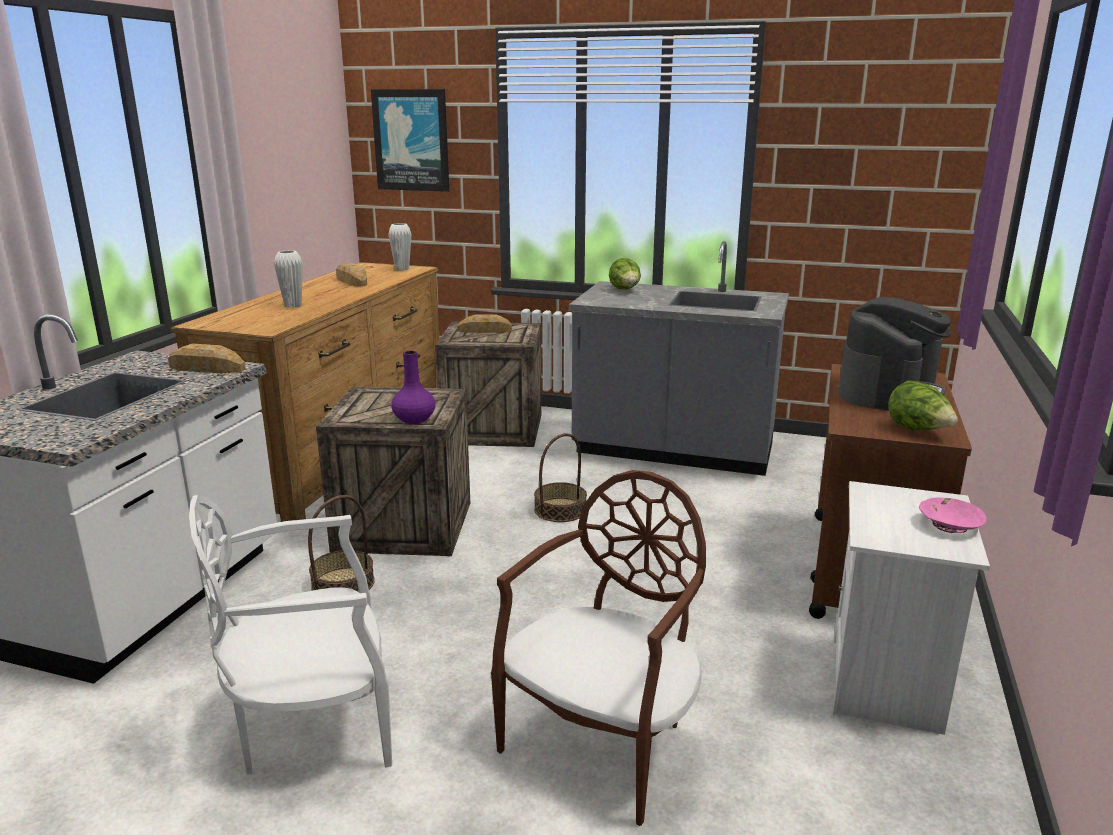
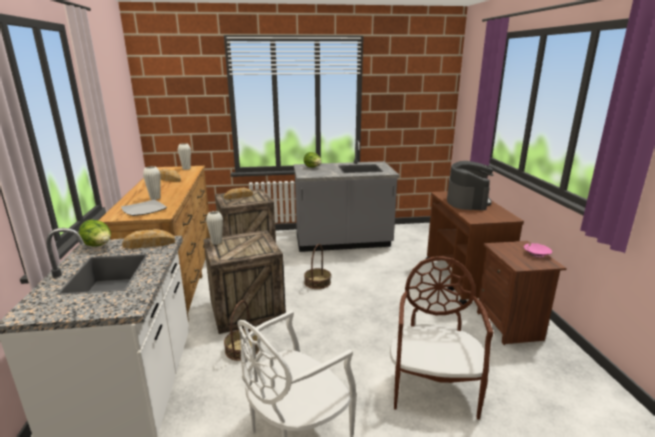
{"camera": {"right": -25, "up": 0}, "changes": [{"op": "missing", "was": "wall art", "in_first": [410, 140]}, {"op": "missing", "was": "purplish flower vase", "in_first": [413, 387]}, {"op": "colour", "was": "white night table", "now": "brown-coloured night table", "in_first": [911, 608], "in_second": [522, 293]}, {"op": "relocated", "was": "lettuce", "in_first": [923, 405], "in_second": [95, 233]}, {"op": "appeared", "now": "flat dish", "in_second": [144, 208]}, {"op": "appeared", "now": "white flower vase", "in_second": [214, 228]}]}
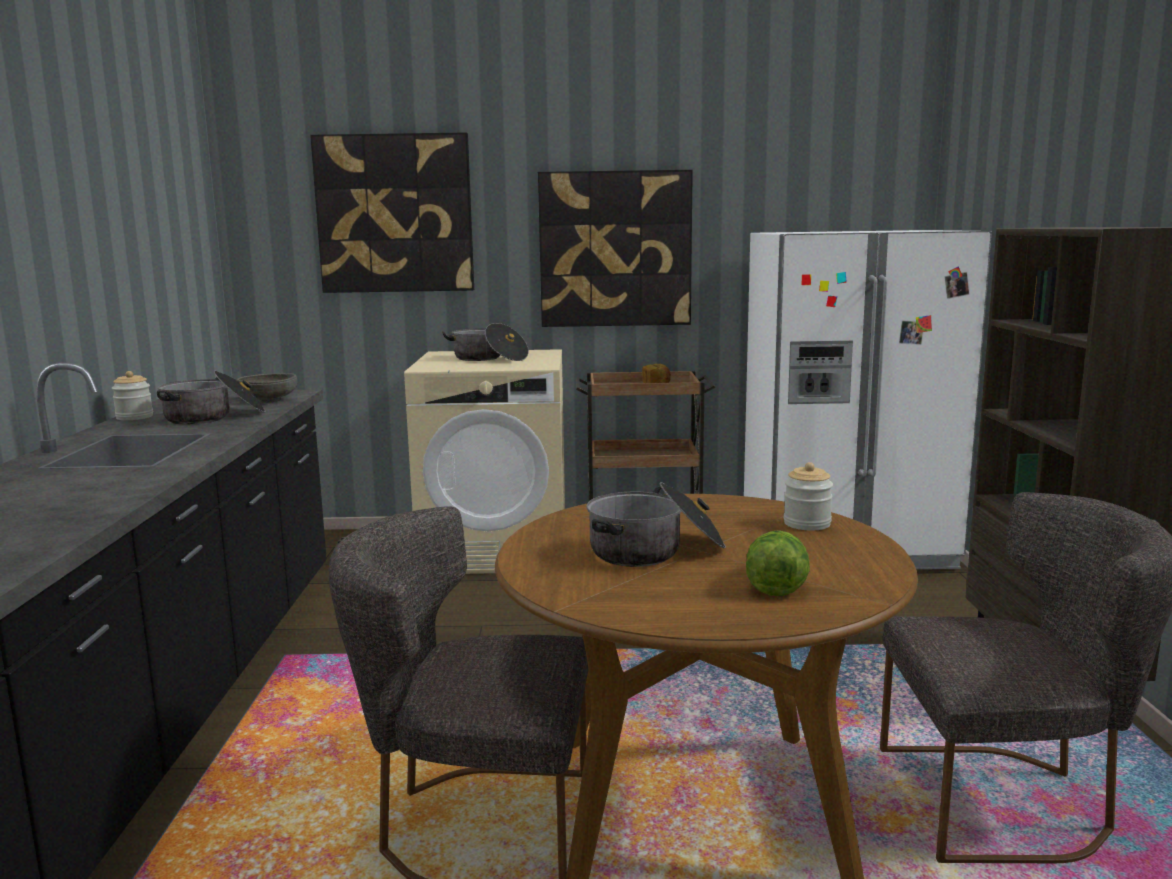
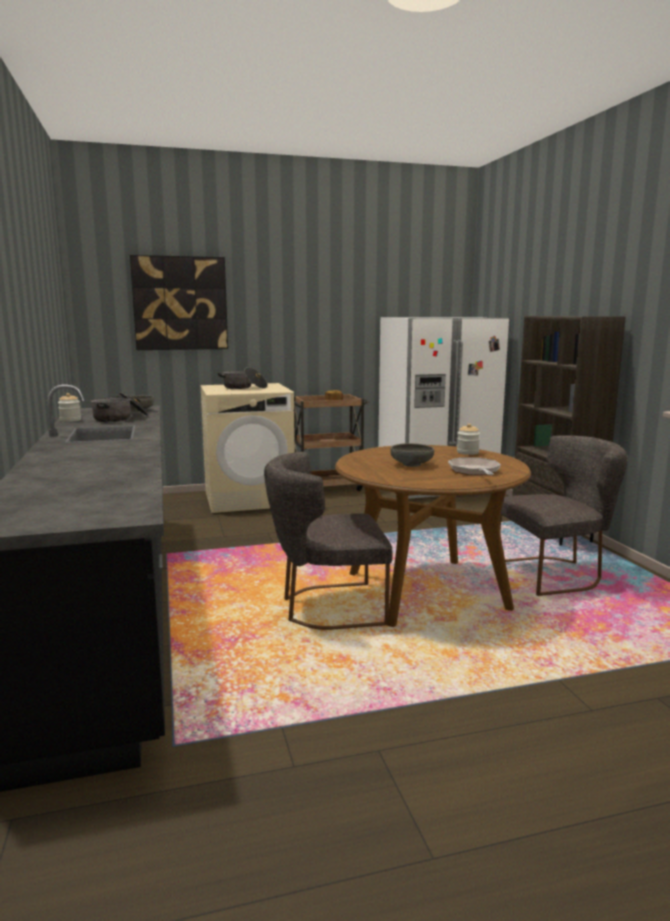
{"camera": {"right": -15, "up": 0}, "changes": [{"op": "missing", "was": "wall art", "in_first": [615, 248]}, {"op": "exchanged", "was": "saucepot", "now": "gray serving bowl", "in_first": [656, 524], "in_second": [412, 455]}, {"op": "exchanged", "was": "lettuce", "now": "skillet", "in_first": [778, 563], "in_second": [474, 466]}]}
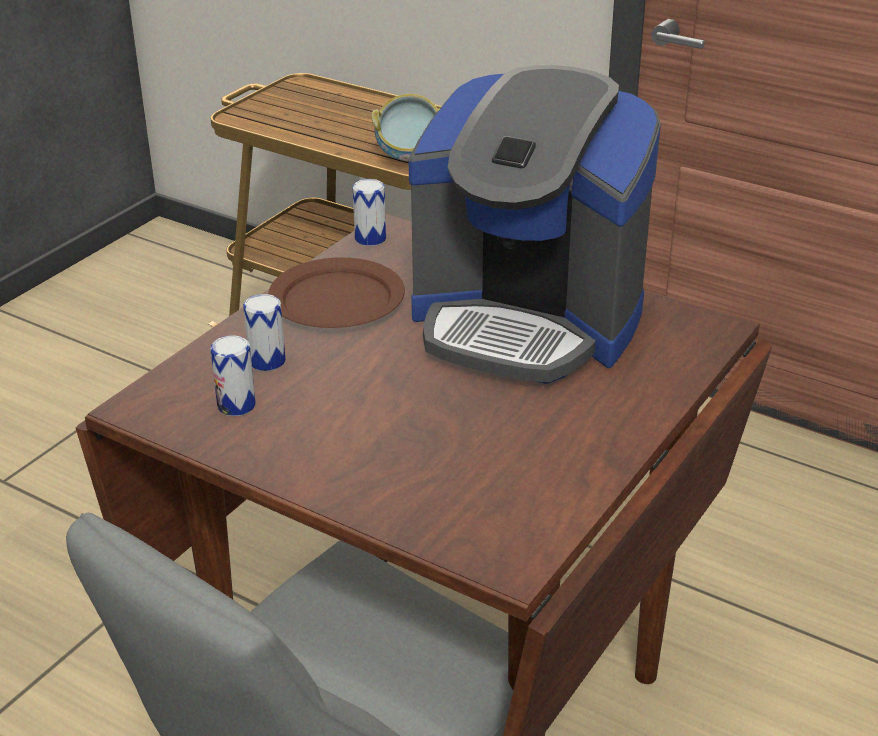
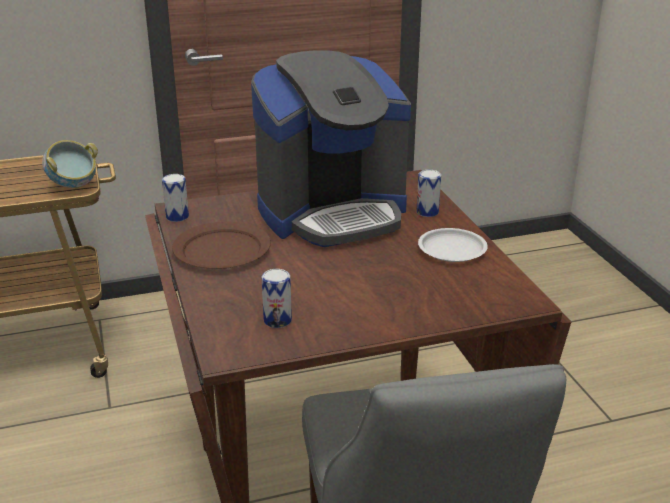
{"camera": {"right": -50, "up": -5}, "changes": [{"op": "relocated", "was": "can", "in_first": [264, 332], "in_second": [428, 193]}, {"op": "appeared", "now": "white flat dish", "in_second": [453, 245]}]}
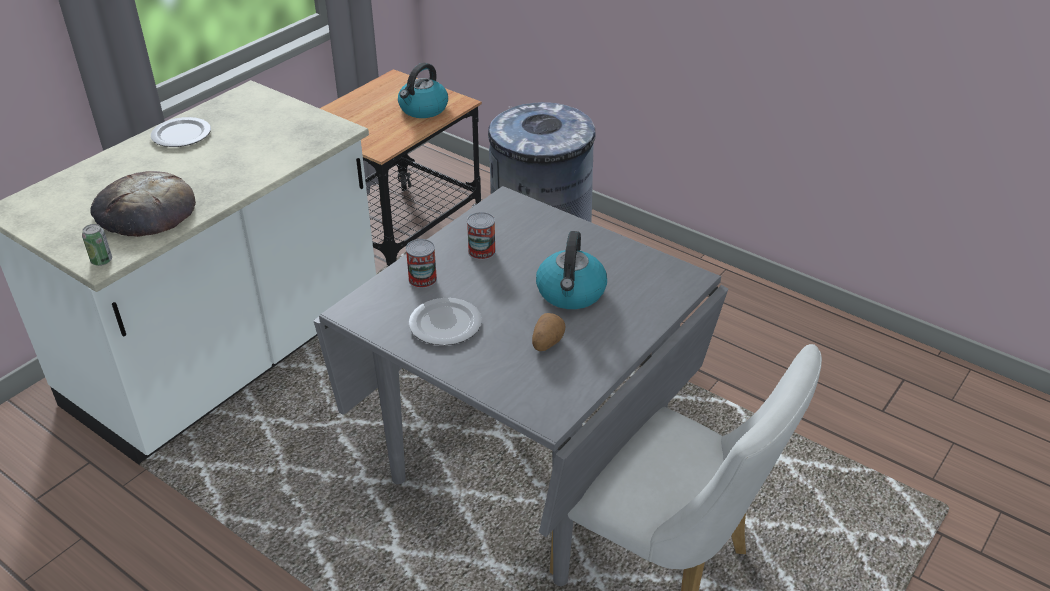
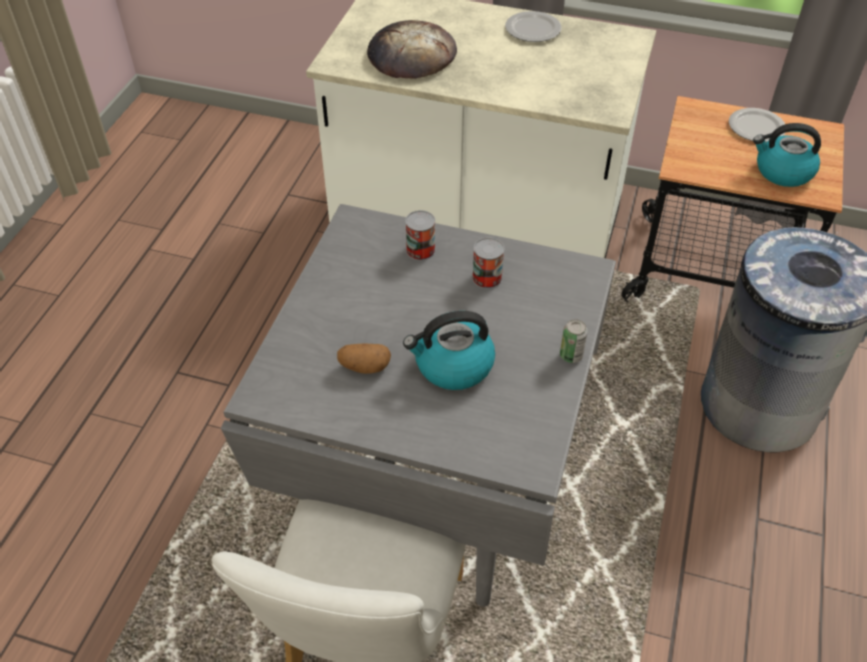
{"camera": {"right": 70, "up": 10}, "changes": [{"op": "relocated", "was": "can", "in_first": [97, 245], "in_second": [574, 341]}, {"op": "relocated", "was": "flat dish", "in_first": [445, 321], "in_second": [757, 125]}]}
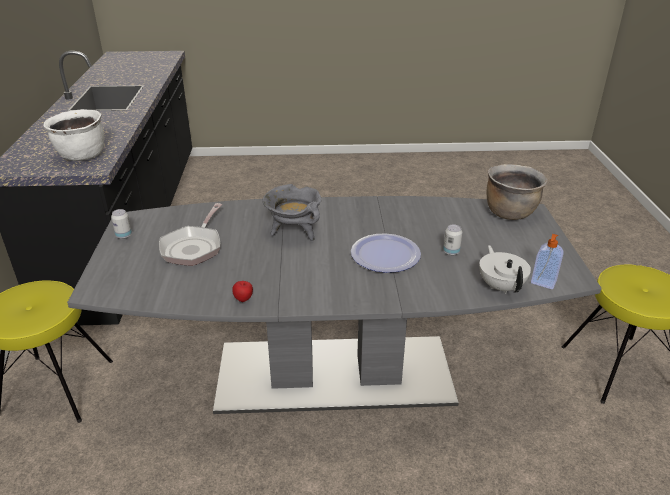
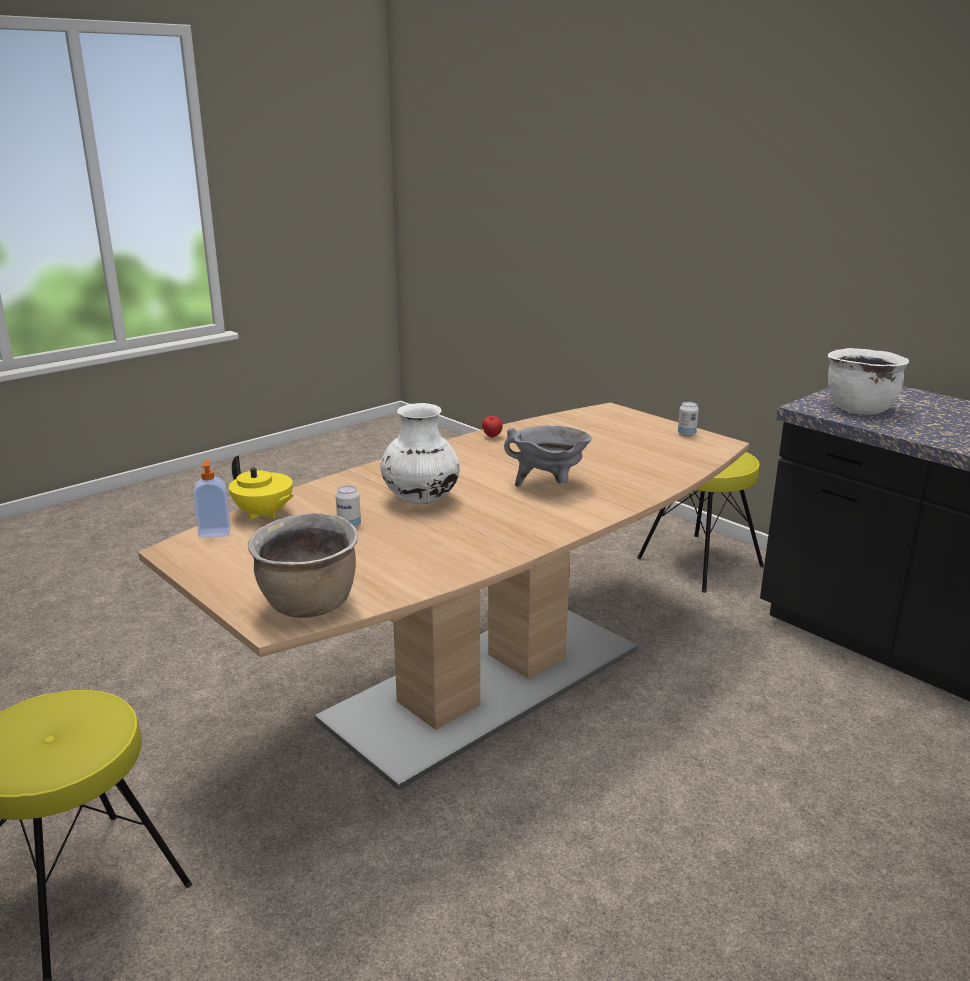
{"camera": {"right": 140, "up": -10}, "changes": [{"op": "colour", "was": "gray dining table", "now": "brown-coloured dining table", "in_first": [334, 305], "in_second": [443, 596]}, {"op": "missing", "was": "skillet", "in_first": [190, 234]}, {"op": "exchanged", "was": "flat dish", "now": "white flower vase", "in_first": [386, 253], "in_second": [420, 453]}, {"op": "colour", "was": "white tea pot", "now": "yellow tea pot", "in_first": [505, 269], "in_second": [261, 487]}]}
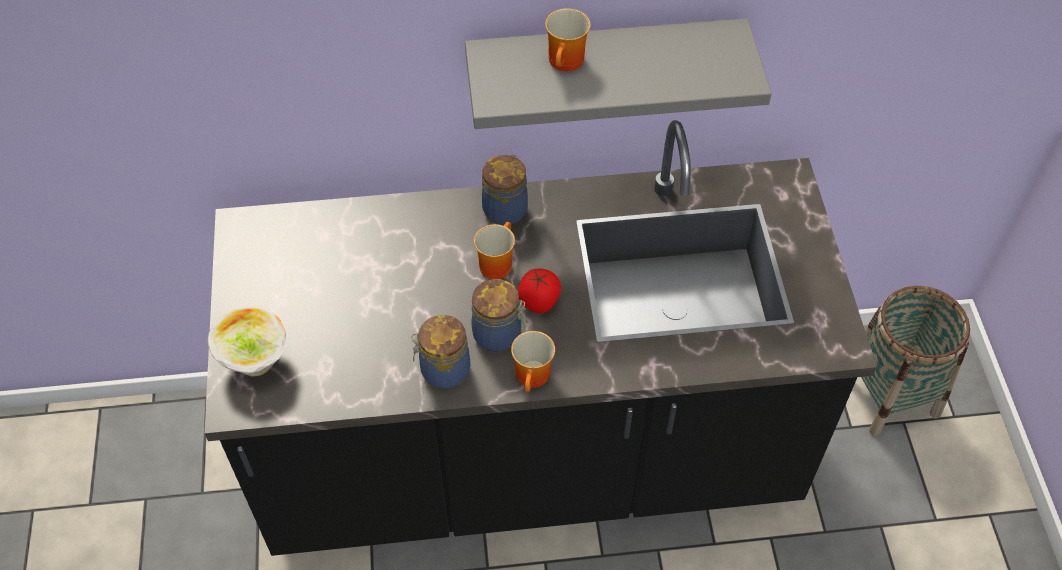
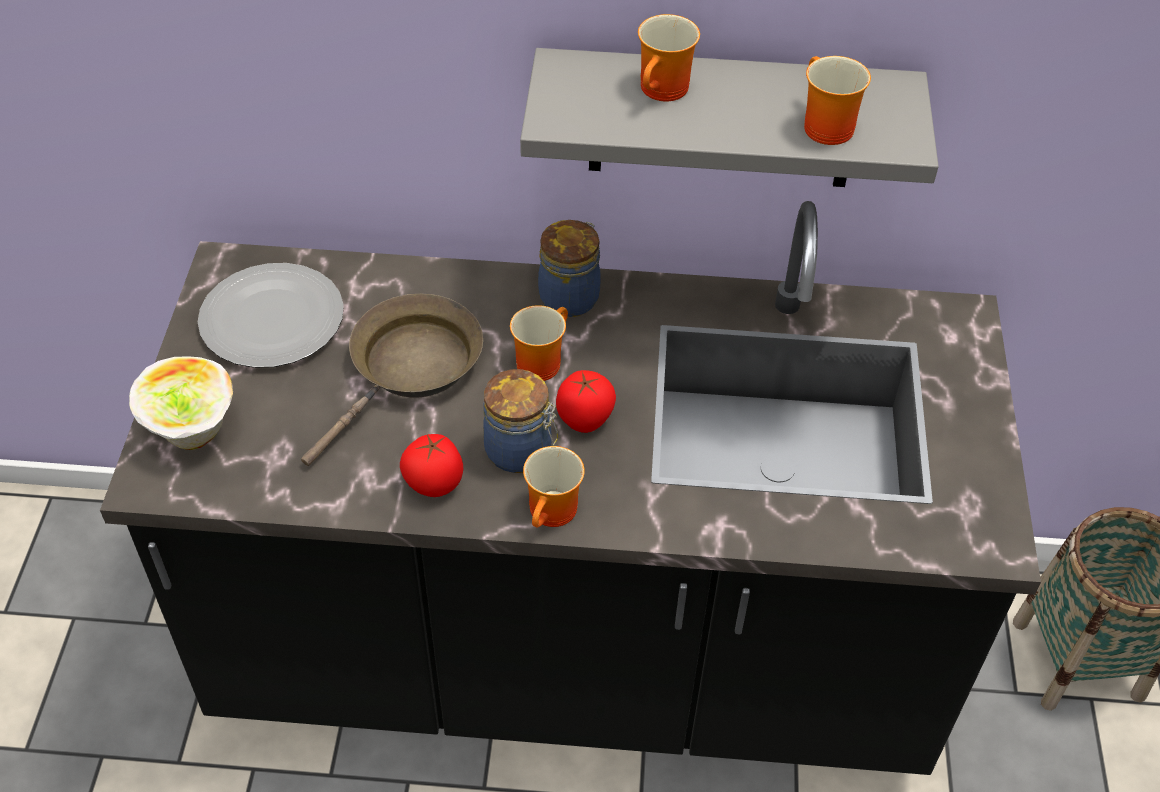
{"camera": {"right": 10, "up": -5}, "changes": [{"op": "exchanged", "was": "storage jar", "now": "fresh tomato", "in_first": [441, 352], "in_second": [431, 465]}, {"op": "appeared", "now": "flat dish", "in_second": [271, 315]}, {"op": "appeared", "now": "brown-coloured skillet", "in_second": [392, 380]}, {"op": "appeared", "now": "coffee mug", "in_second": [837, 100]}]}
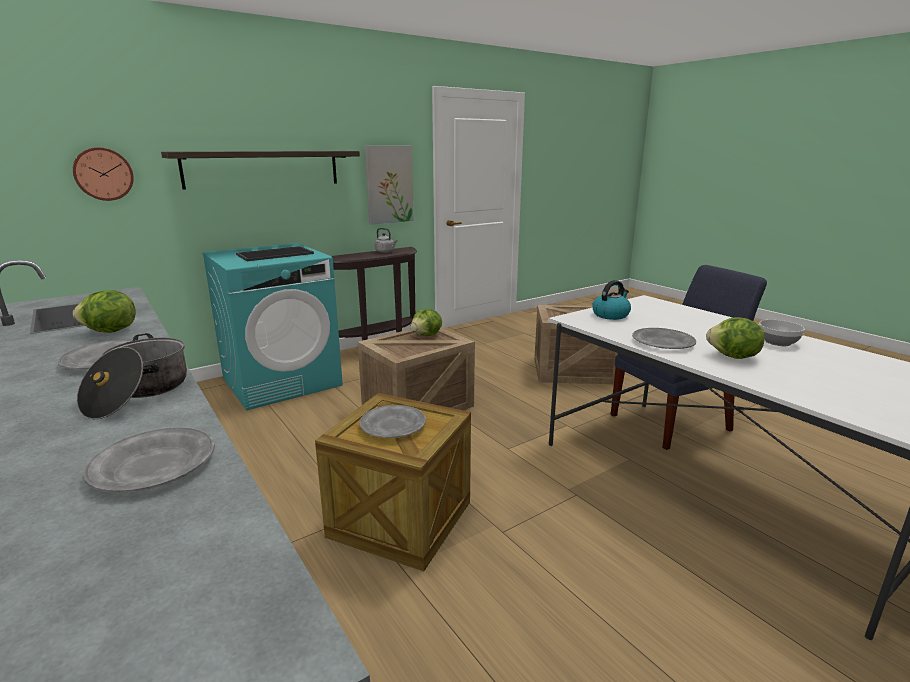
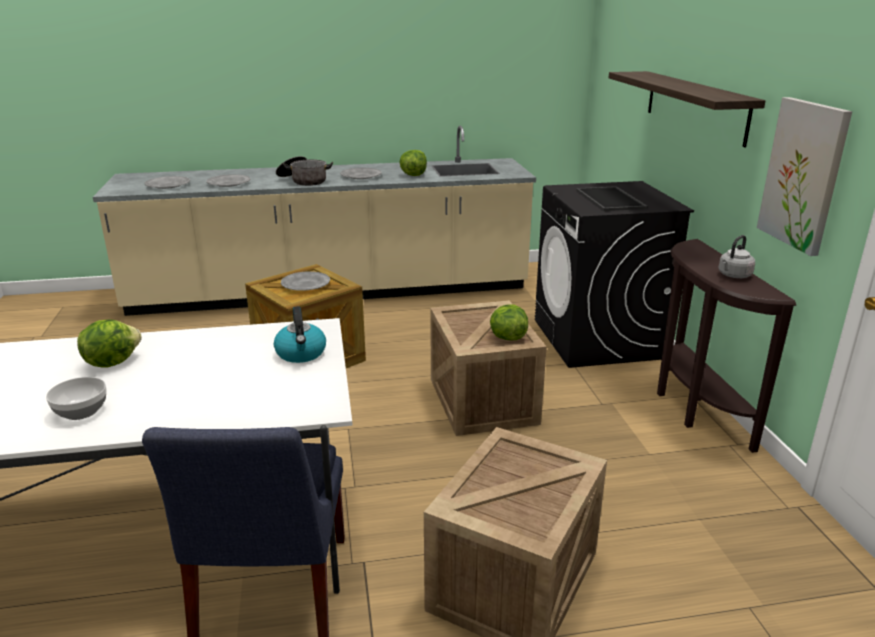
{"camera": {"right": 115, "up": 5}, "changes": [{"op": "missing", "was": "clock on the wall", "in_first": [103, 174]}, {"op": "colour", "was": "blue-green laundry machine", "now": "black laundry machine", "in_first": [272, 326], "in_second": [614, 274]}, {"op": "relocated", "was": "gray flat dish", "in_first": [664, 338], "in_second": [167, 182]}]}
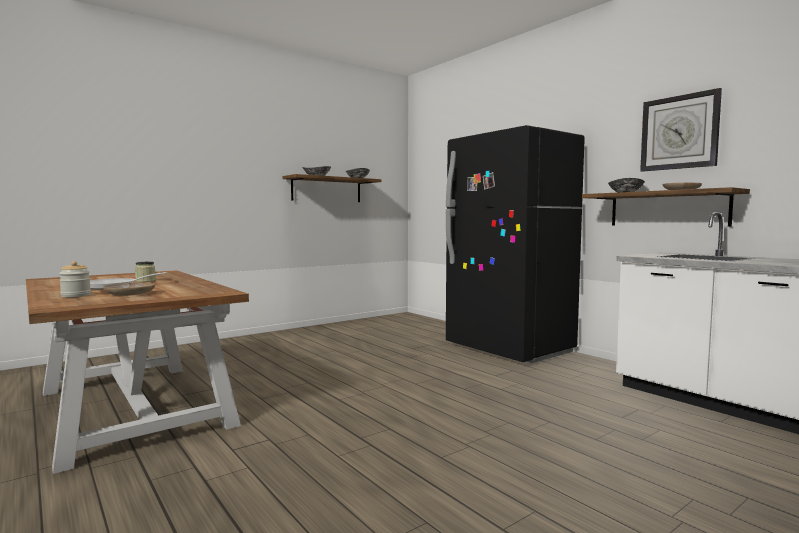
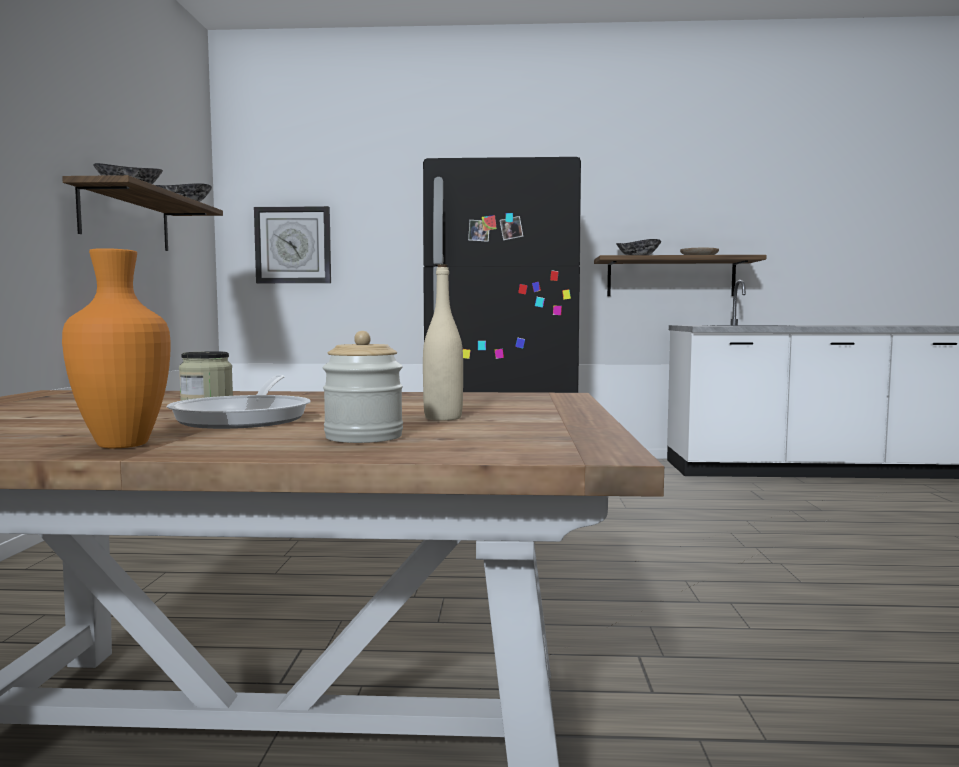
{"camera": {"right": -50, "up": 0}, "changes": [{"op": "exchanged", "was": "sand-coloured flat dish", "now": "sand-coloured beverage bottle", "in_first": [129, 289], "in_second": [443, 342]}, {"op": "relocated", "was": "clock on the wall", "in_first": [681, 130], "in_second": [292, 244]}, {"op": "appeared", "now": "orange flower vase", "in_second": [116, 348]}]}
